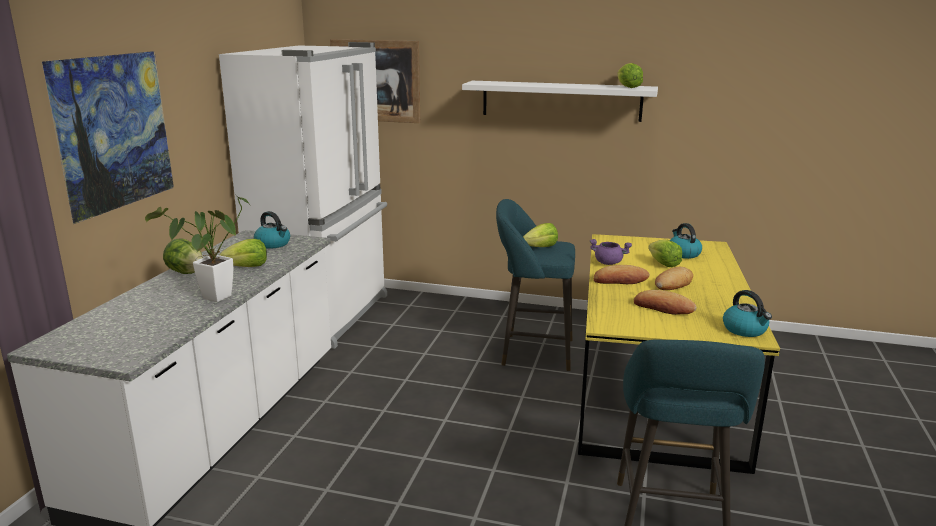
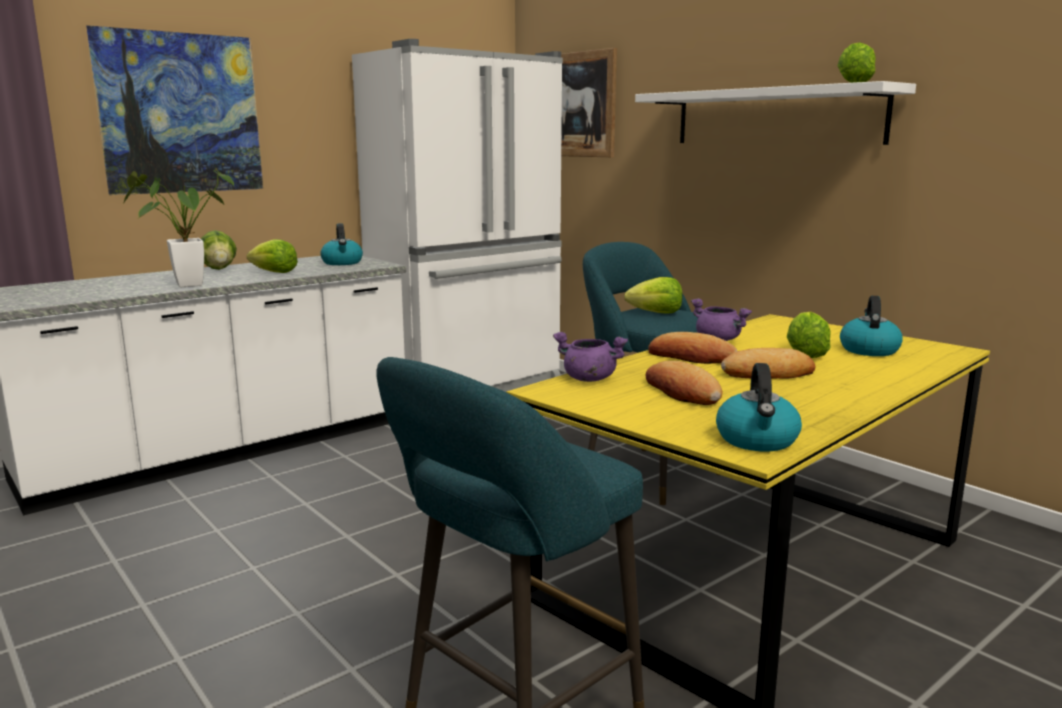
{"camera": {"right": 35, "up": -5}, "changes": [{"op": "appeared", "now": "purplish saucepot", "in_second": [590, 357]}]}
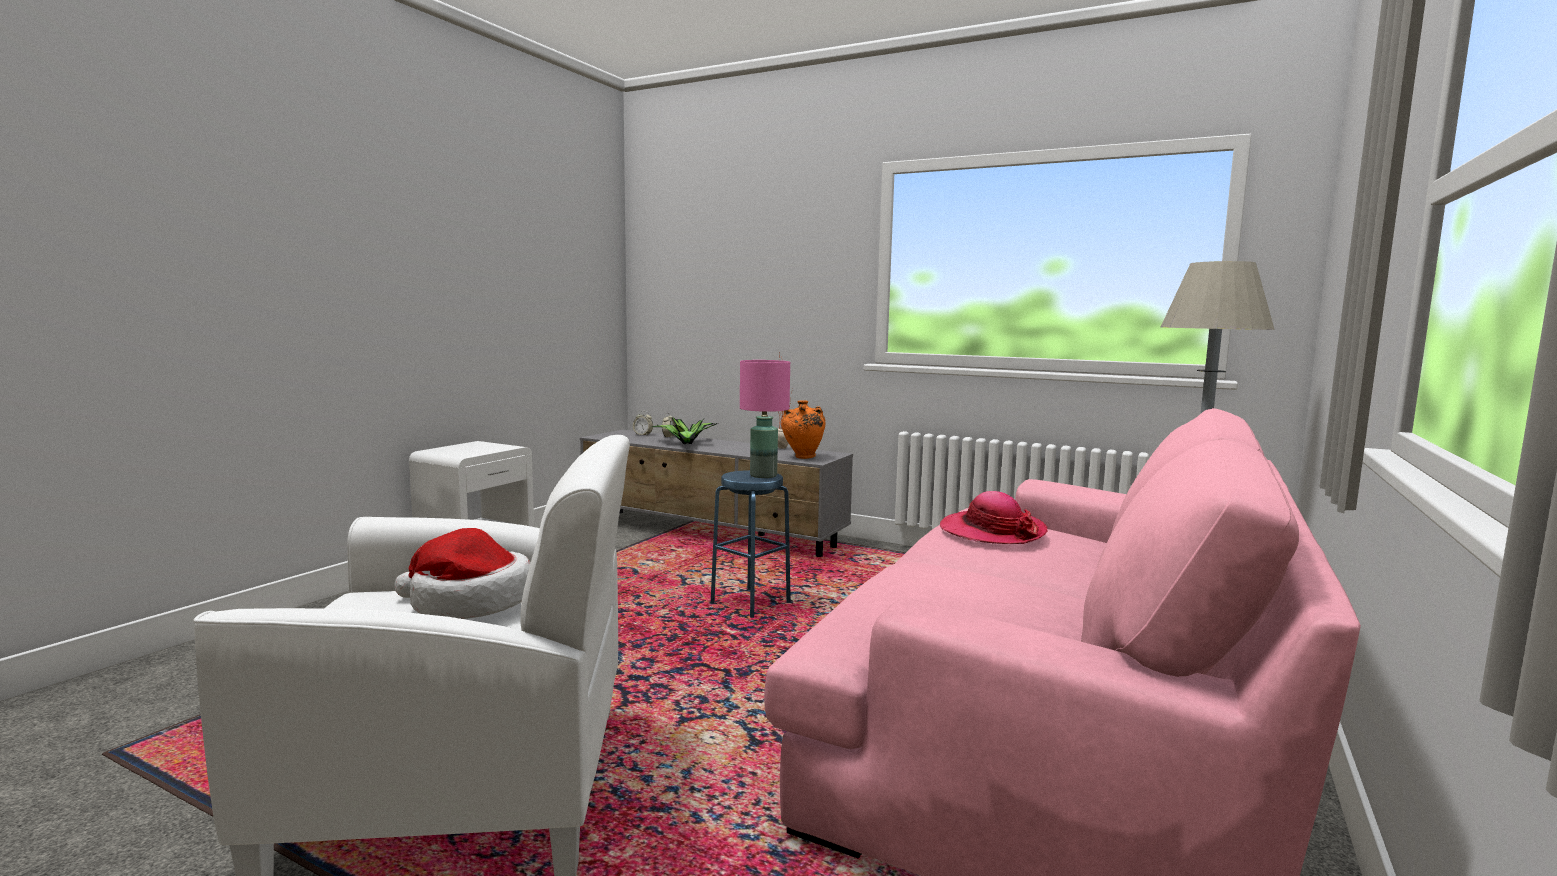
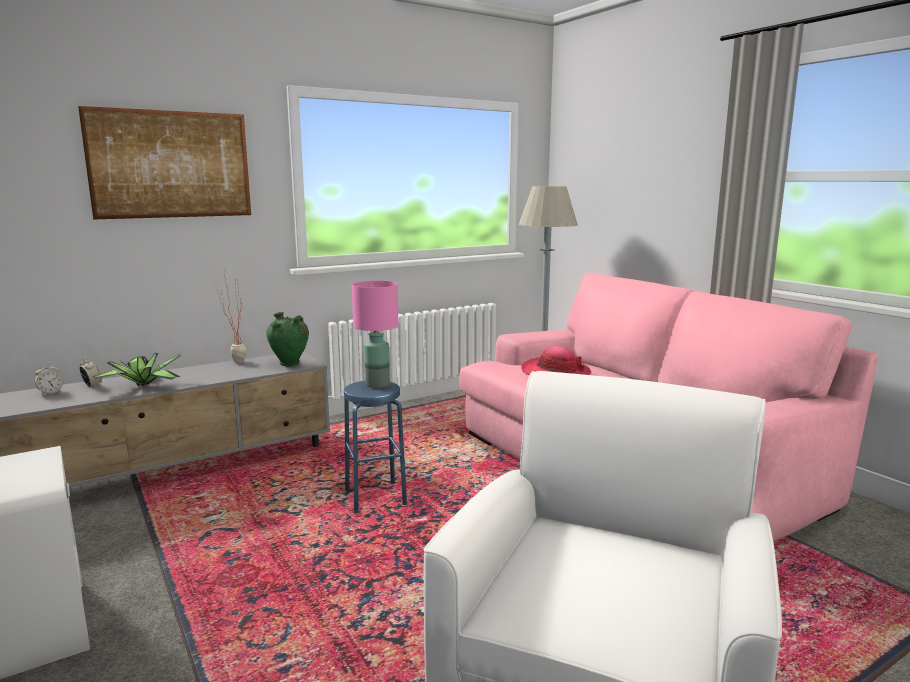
{"camera": {"right": -60, "up": 5}, "changes": [{"op": "missing", "was": "wearable hat", "in_first": [462, 573]}, {"op": "colour", "was": "orange flower vase", "now": "greenish flower vase", "in_first": [803, 430], "in_second": [287, 339]}, {"op": "appeared", "now": "wall art", "in_second": [164, 162]}]}
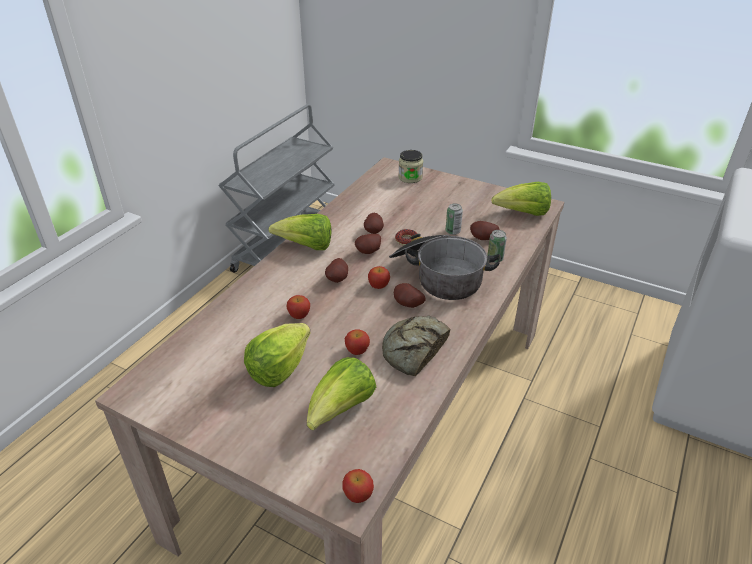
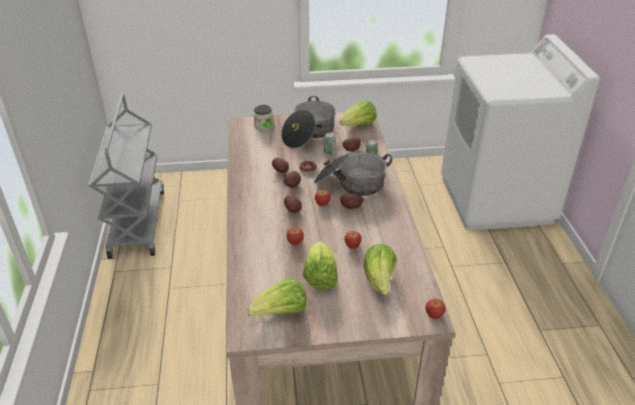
{"camera": {"right": -35, "up": 0}, "changes": [{"op": "relocated", "was": "lettuce", "in_first": [300, 232], "in_second": [277, 297]}, {"op": "missing", "was": "bakery bread", "in_first": [416, 346]}, {"op": "appeared", "now": "saucepot", "in_second": [308, 122]}]}
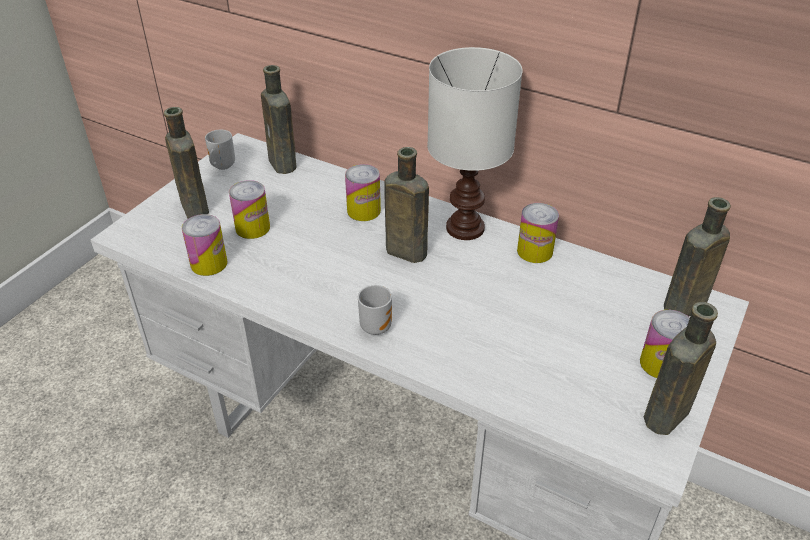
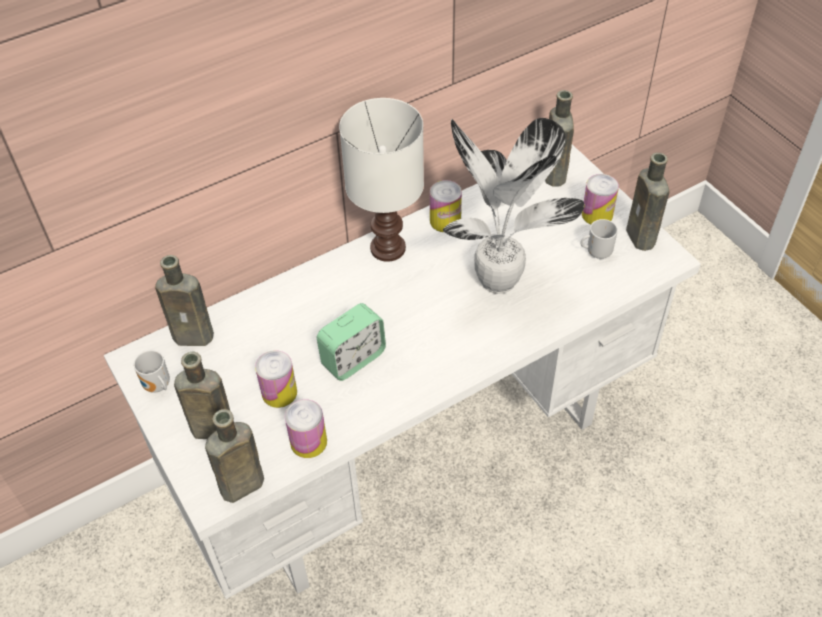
{"camera": {"right": -60, "up": 10}, "changes": [{"op": "missing", "was": "can", "in_first": [363, 192]}, {"op": "relocated", "was": "coffee mug", "in_first": [375, 310], "in_second": [599, 239]}, {"op": "relocated", "was": "brown-coloured beverage bottle", "in_first": [406, 205], "in_second": [234, 456]}, {"op": "appeared", "now": "table clock", "in_second": [351, 342]}, {"op": "appeared", "now": "houseplant", "in_second": [513, 206]}]}
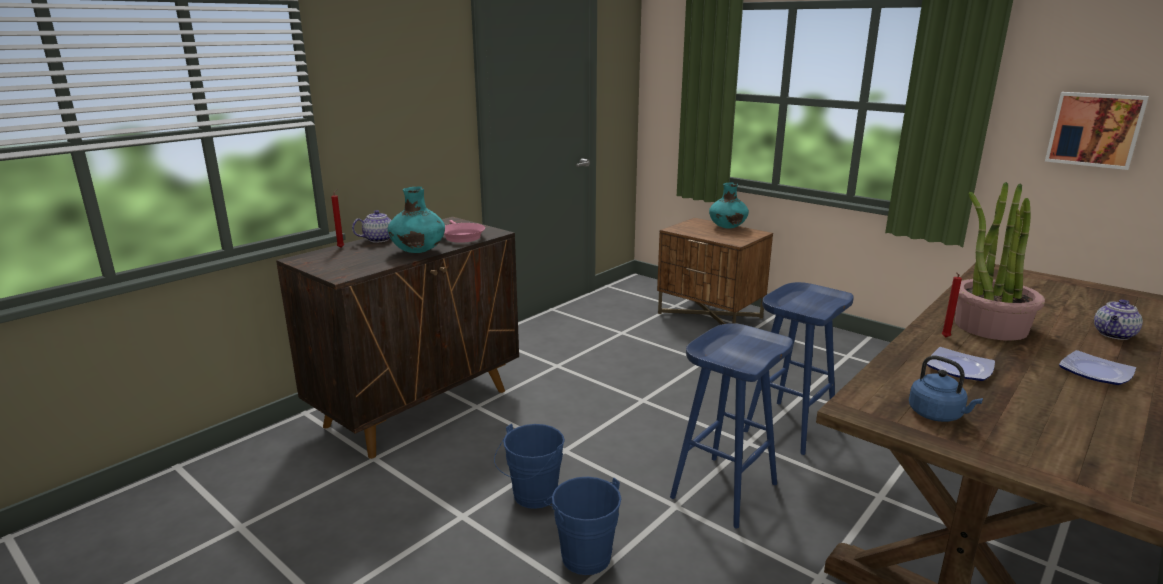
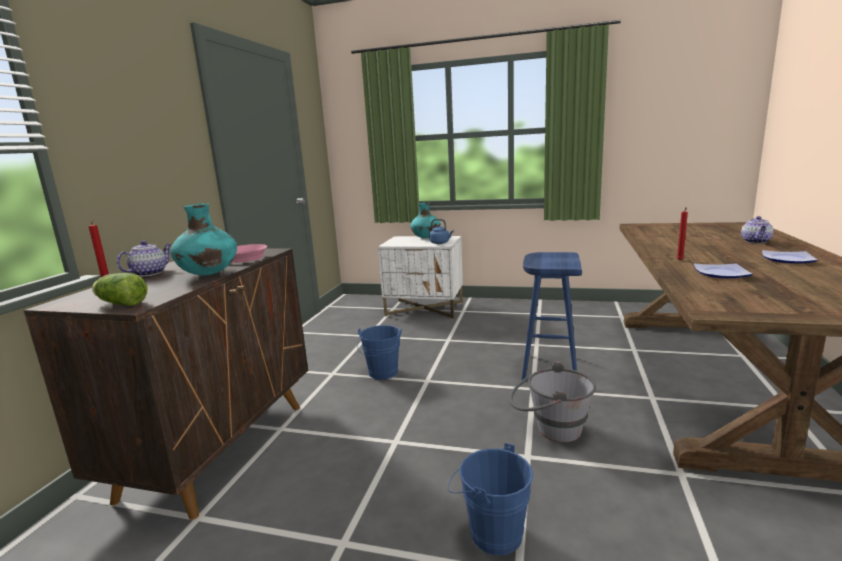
{"camera": {"right": -25, "up": -5}, "changes": [{"op": "relocated", "was": "blue bucket", "in_first": [529, 466], "in_second": [379, 352]}, {"op": "colour", "was": "brown-coloured night table", "now": "white night table", "in_first": [715, 271], "in_second": [420, 277]}, {"op": "exchanged", "was": "blue stool seat", "now": "gray bucket", "in_first": [731, 426], "in_second": [552, 401]}, {"op": "relocated", "was": "blue kettle", "in_first": [946, 388], "in_second": [441, 231]}, {"op": "missing", "was": "houseplant", "in_first": [1000, 261]}, {"op": "missing", "was": "wall art", "in_first": [1097, 131]}, {"op": "appeared", "now": "lettuce", "in_second": [119, 289]}]}
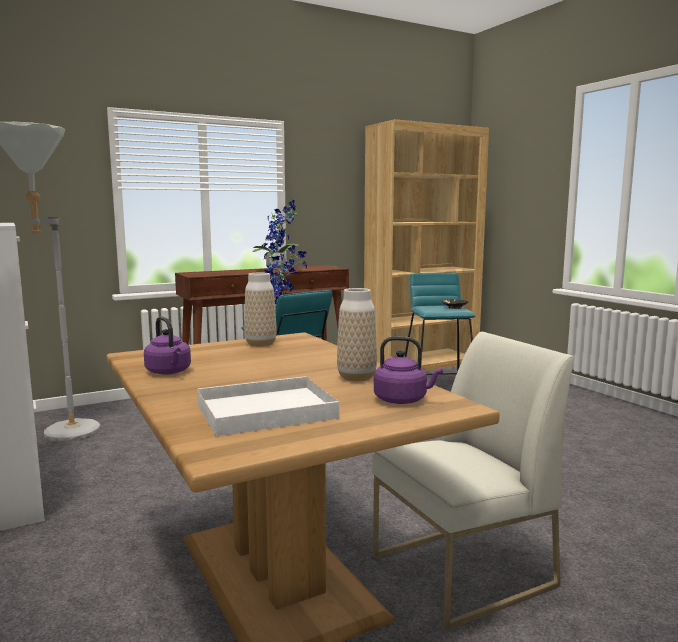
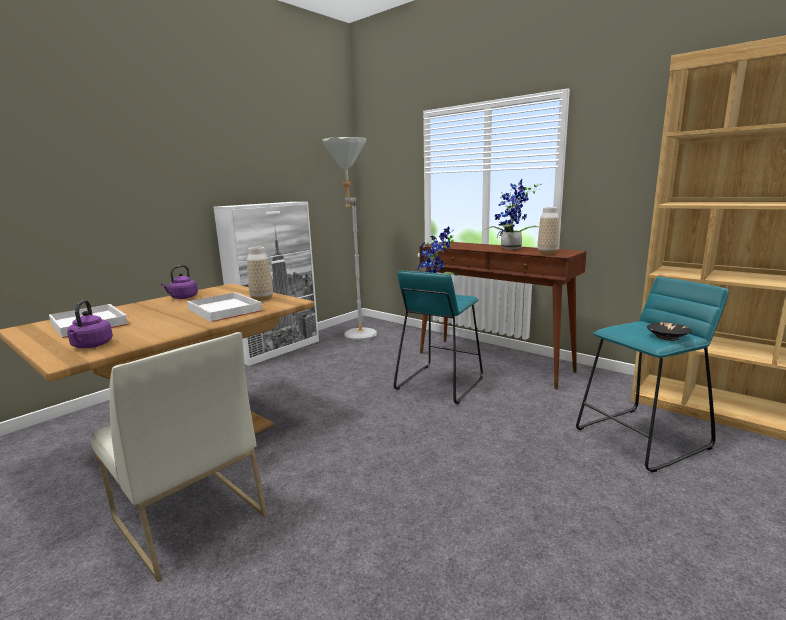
{"camera": {"right": 70, "up": 5}, "changes": [{"op": "relocated", "was": "flower vase", "in_first": [357, 335], "in_second": [548, 231]}, {"op": "appeared", "now": "white carrying tray", "in_second": [225, 307]}]}
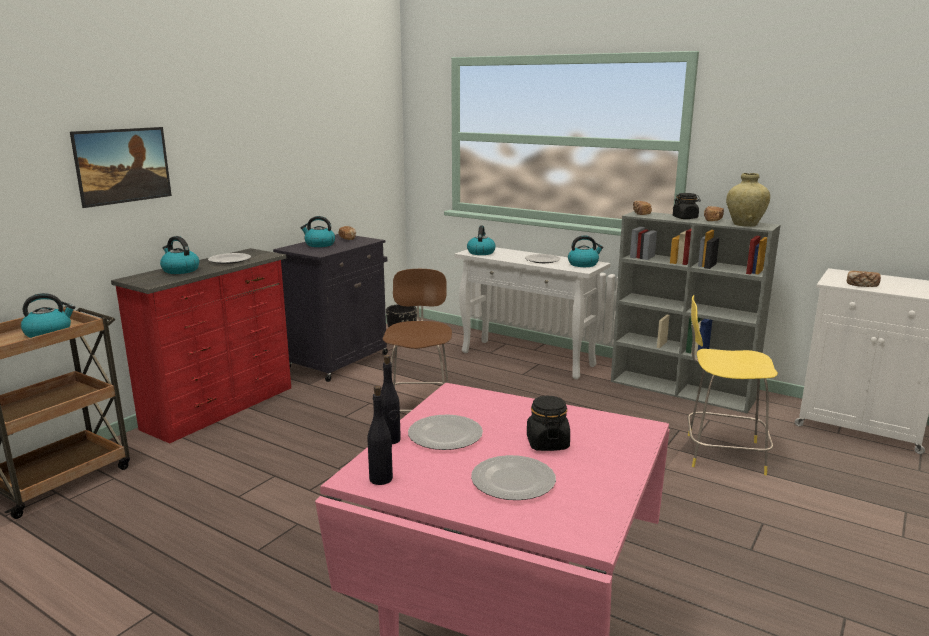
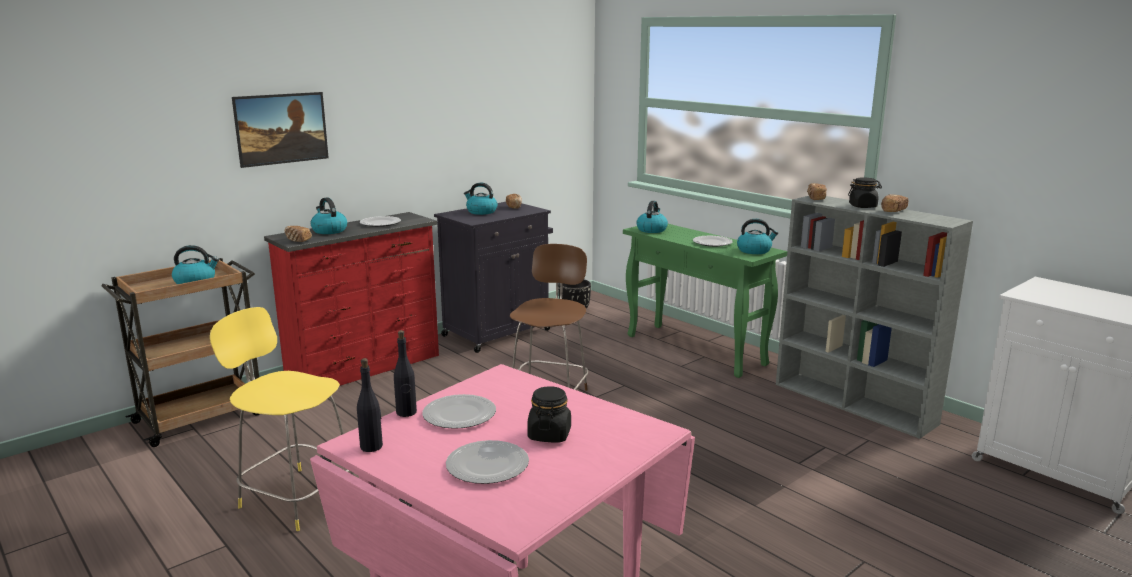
{"camera": {"right": 15, "up": 0}, "changes": [{"op": "colour", "was": "white hall table", "now": "greenish hall table", "in_first": [533, 313], "in_second": [705, 301]}, {"op": "relocated", "was": "yellow stool seat", "in_first": [732, 385], "in_second": [282, 419]}, {"op": "missing", "was": "sand-coloured flower vase", "in_first": [748, 200]}, {"op": "relocated", "was": "bakery bread", "in_first": [864, 279], "in_second": [298, 234]}]}
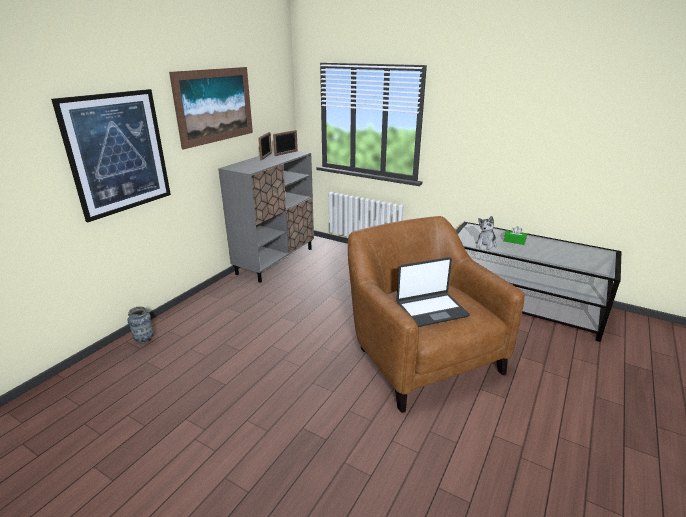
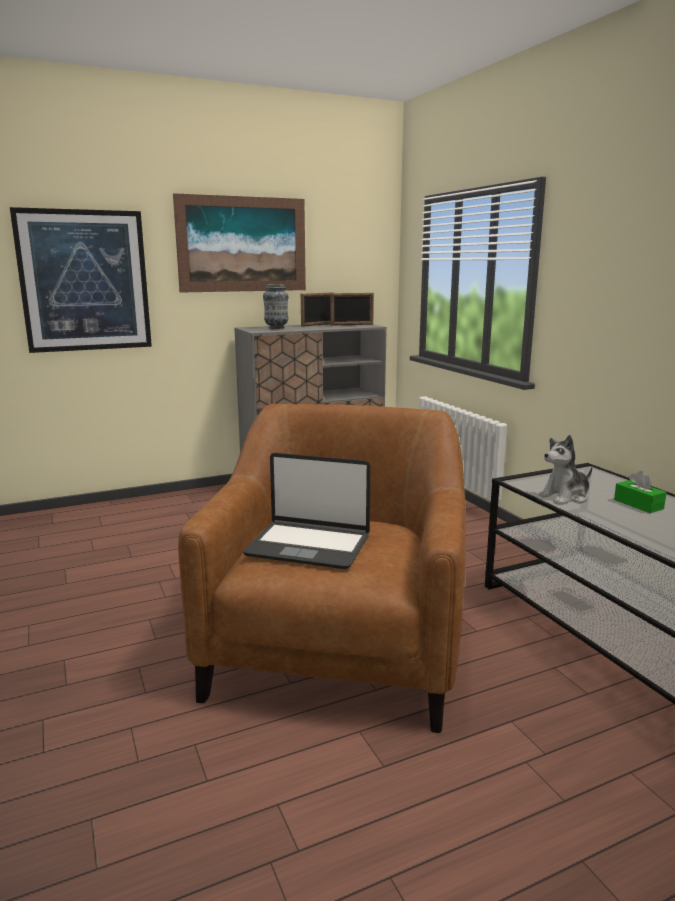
{"camera": {"right": 35, "up": -10}, "changes": [{"op": "relocated", "was": "flower vase", "in_first": [141, 325], "in_second": [276, 306]}]}
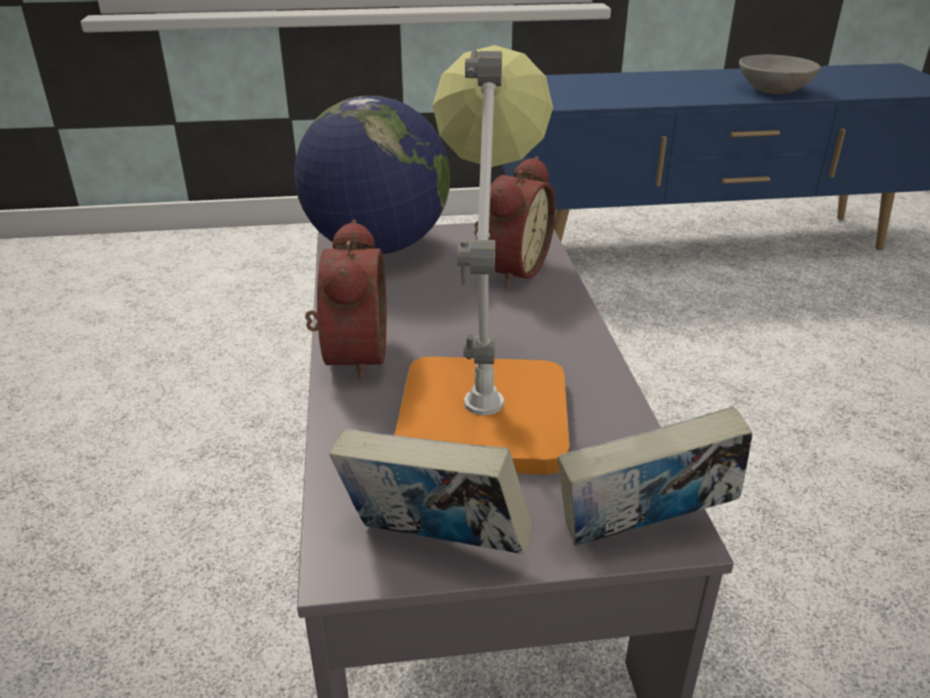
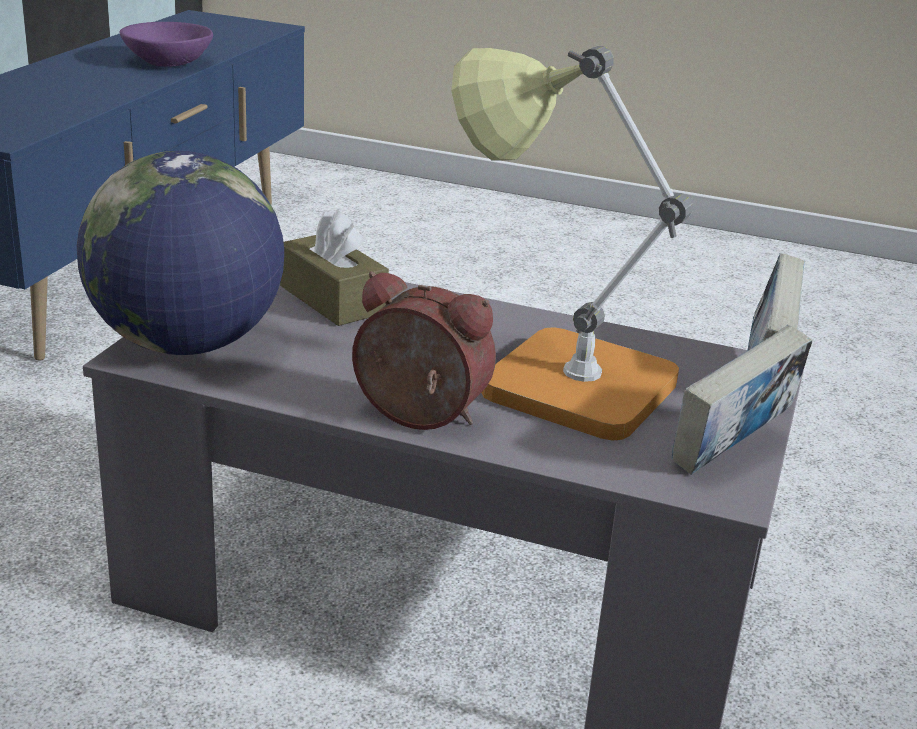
{"camera": {"right": -65, "up": -5}, "changes": [{"op": "exchanged", "was": "table clock", "now": "brown-coloured tissue holder", "in_first": [515, 222], "in_second": [334, 268]}, {"op": "colour", "was": "gray serving bowl", "now": "purplish serving bowl", "in_first": [780, 74], "in_second": [166, 44]}]}
